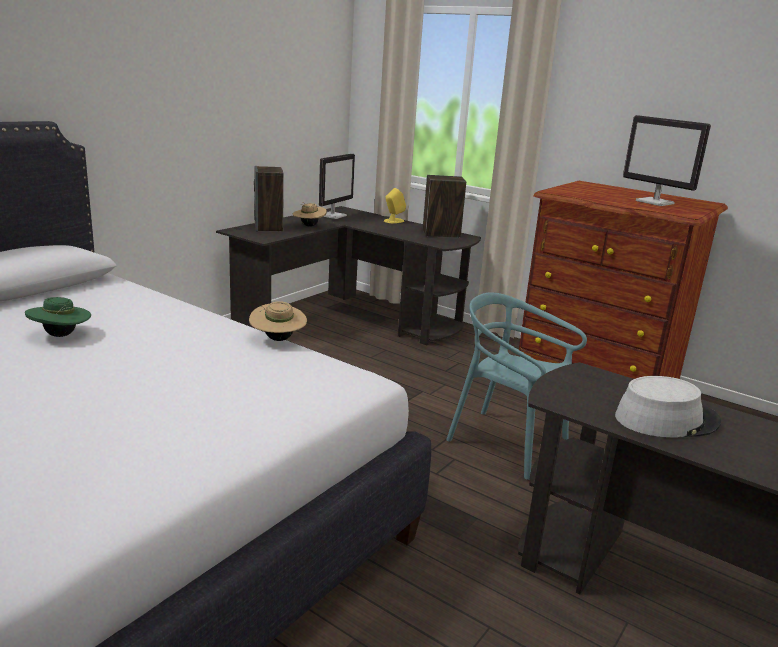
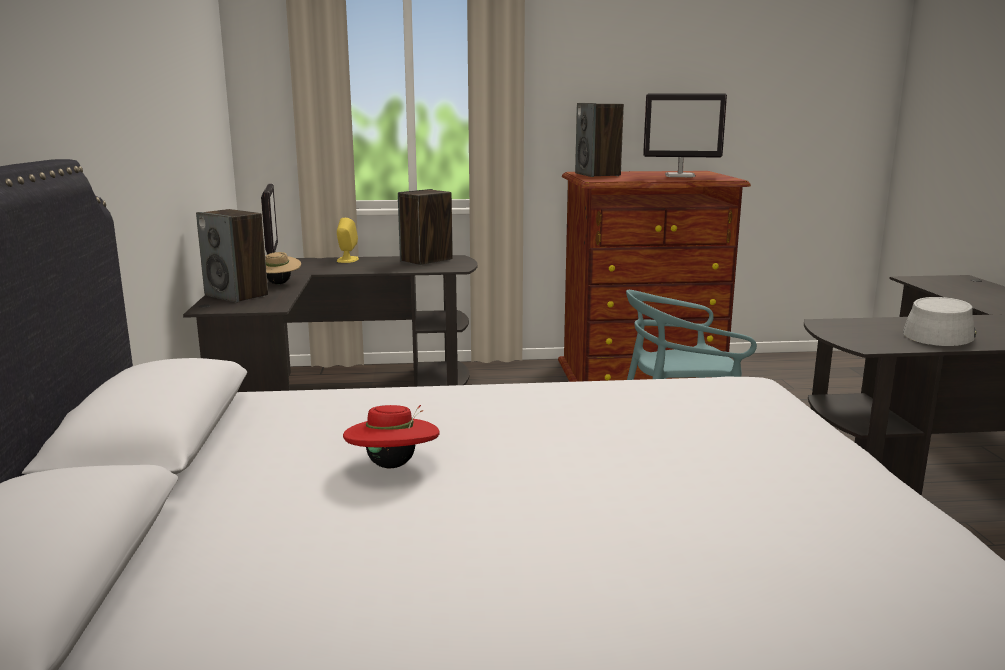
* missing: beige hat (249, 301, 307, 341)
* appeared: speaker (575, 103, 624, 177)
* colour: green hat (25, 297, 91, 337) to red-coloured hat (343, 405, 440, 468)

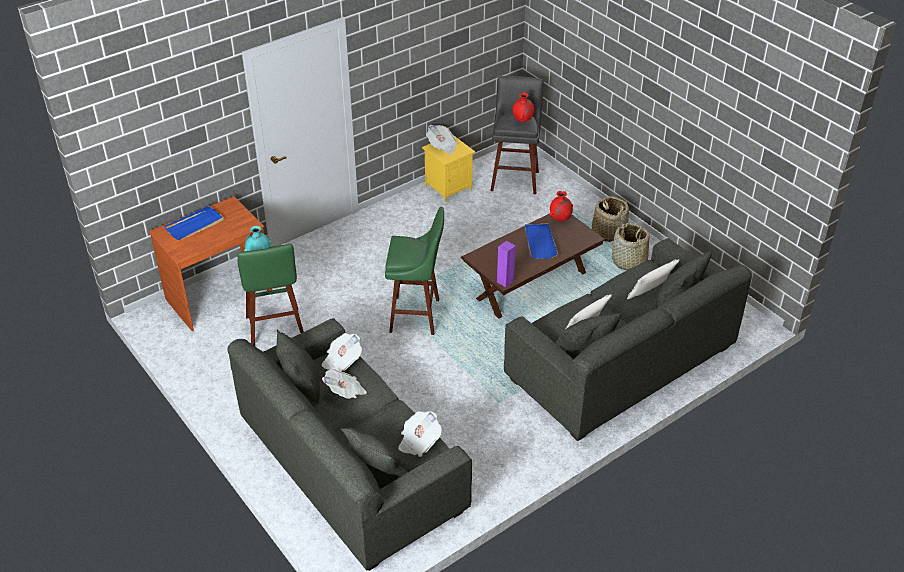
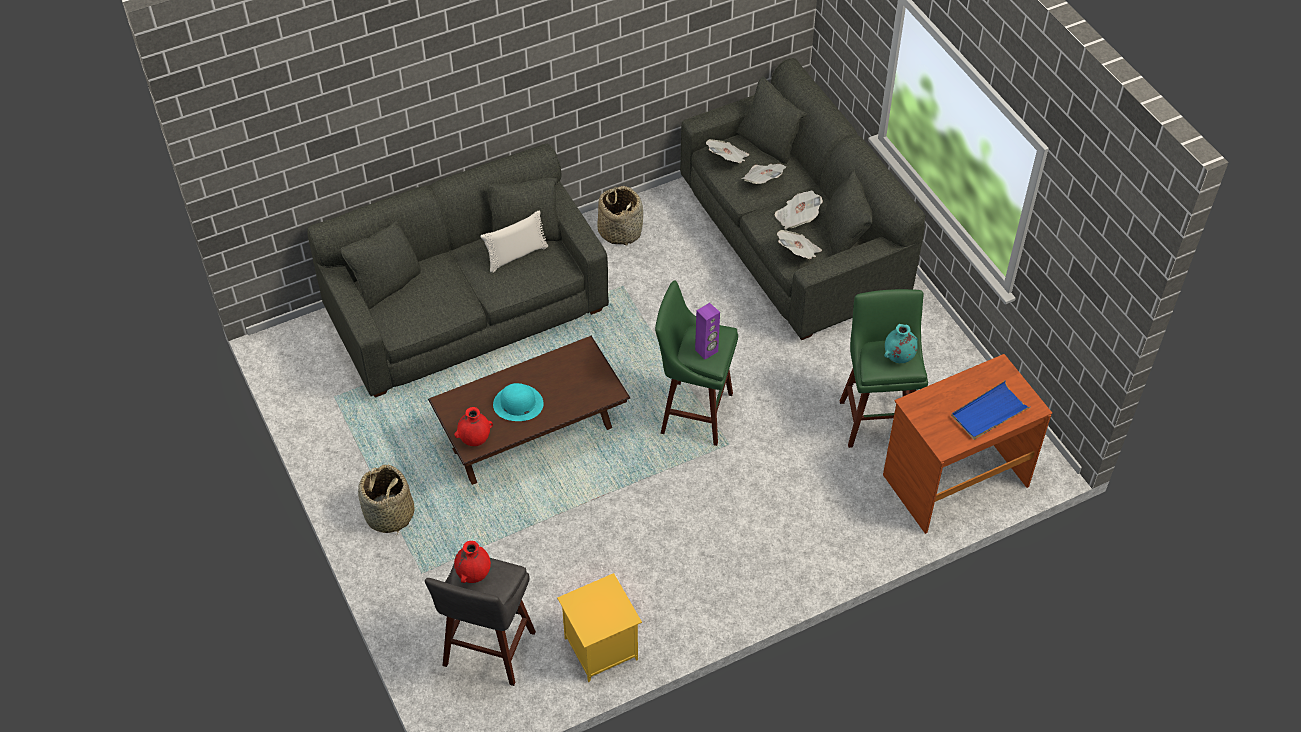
* missing: whitish pillow (627, 259, 679, 299)
* relocated: printed paper (426, 125, 458, 154) to (742, 164, 786, 184)
* relocated: purple-coloured speaker (497, 241, 516, 288) to (695, 303, 720, 360)
* relocated: basket (612, 223, 650, 270) to (597, 186, 643, 245)
* exchanged: blue serving tray (525, 223, 558, 259) to turquoise hat (493, 383, 543, 421)

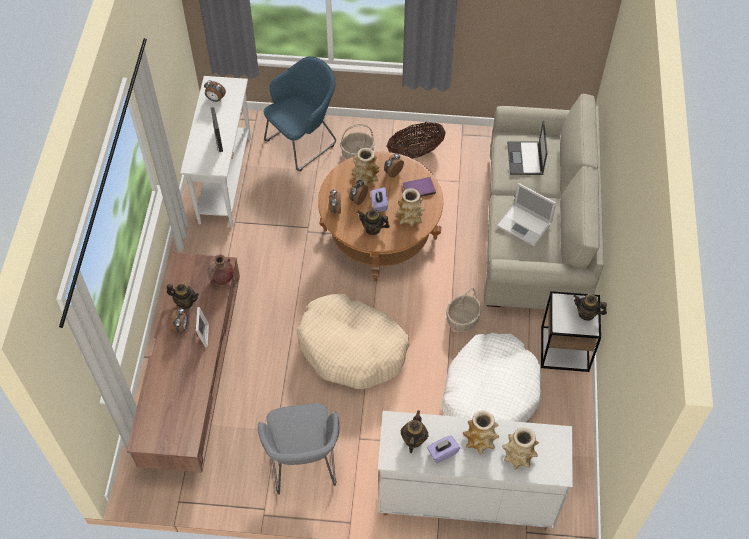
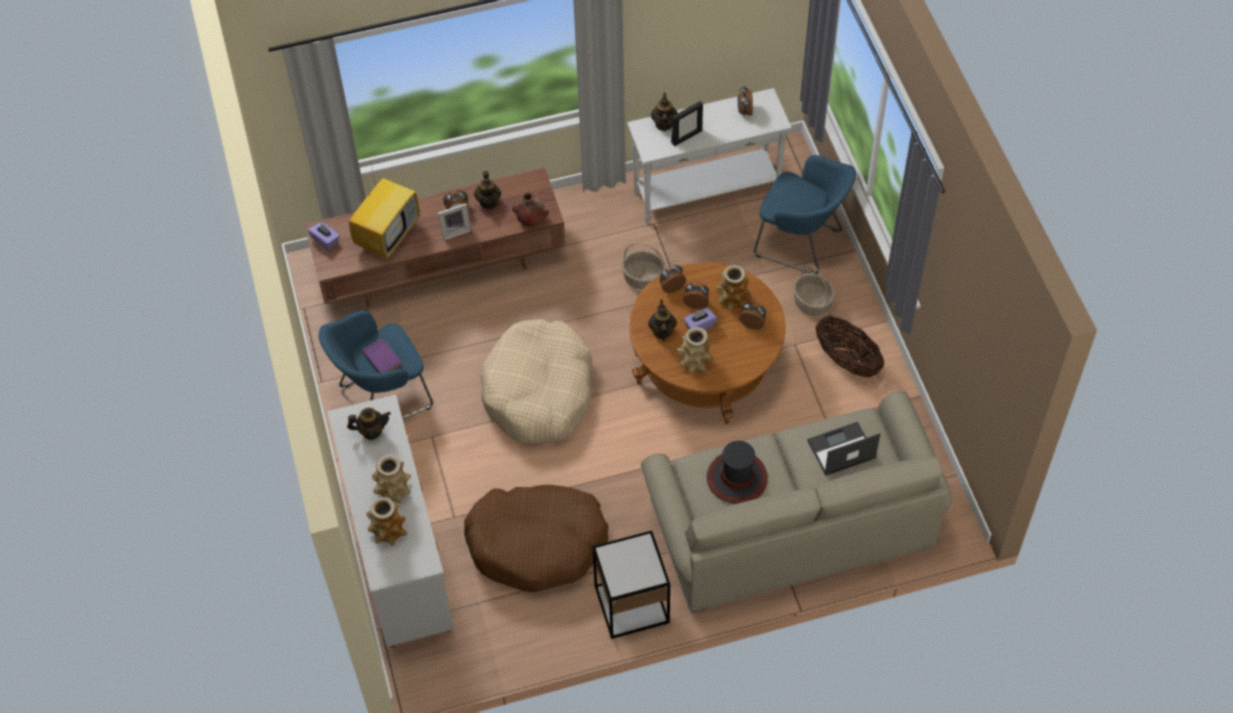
* appeared: TV (349, 160, 420, 259)
* relocated: purple-coloured bound book (403, 177, 436, 197) to (362, 338, 402, 373)
* relocated: purple-coloured tissue box (427, 435, 460, 463) to (308, 222, 340, 250)
* relocated: basket (447, 288, 482, 332) to (622, 243, 666, 290)
* relocated: teapot (573, 294, 607, 321) to (651, 93, 678, 132)
* exchanged: laptop (497, 183, 556, 246) to hat (707, 441, 768, 504)
* colour: grey lounge chair (258, 403, 339, 494) to blue lounge chair (318, 310, 433, 419)
* colour: whitish pet bed (442, 333, 542, 422) to brown pet bed (464, 485, 609, 593)

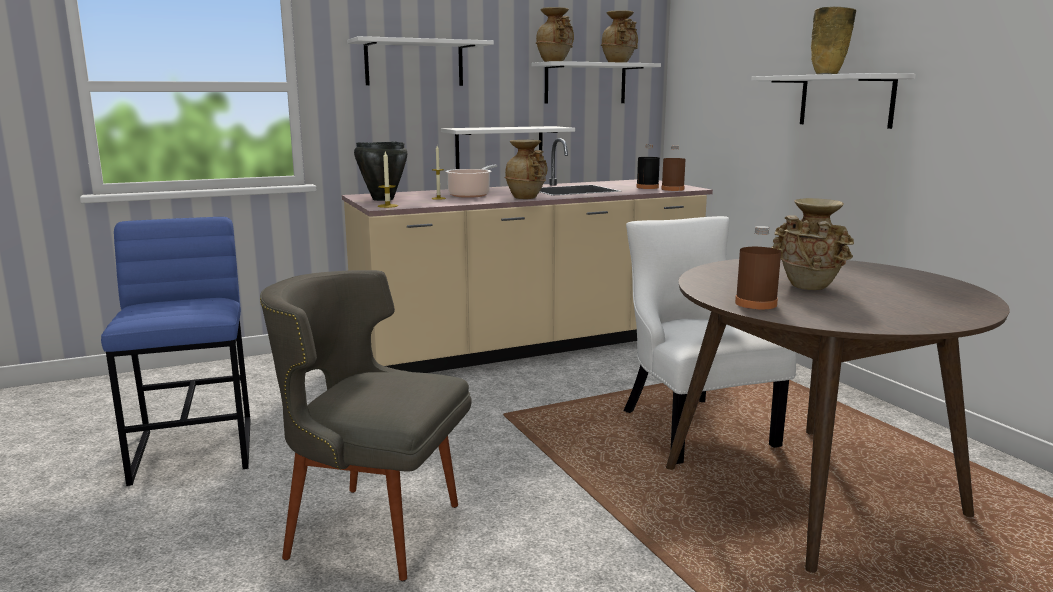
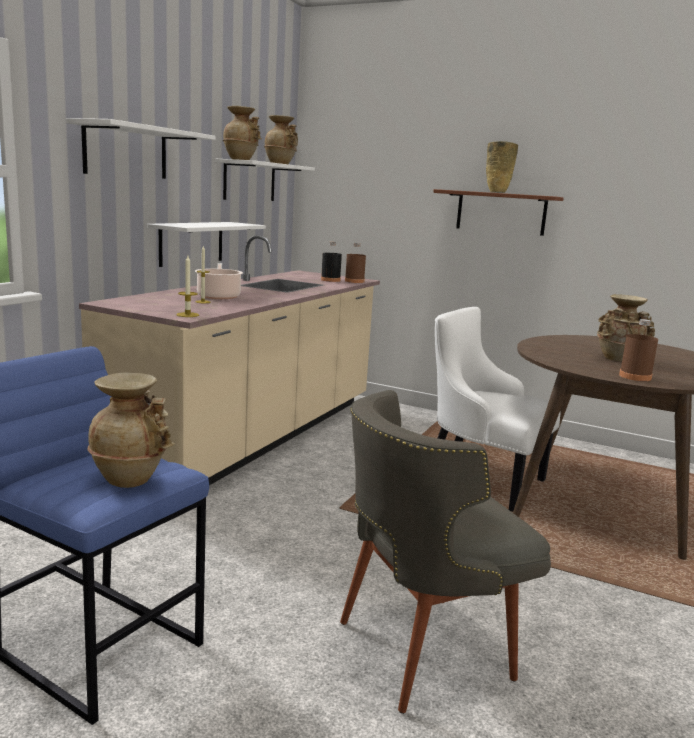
* missing: black cooking pot (354, 141, 408, 201)
* relocated: beige decorative vase (505, 140, 547, 199) to (88, 373, 175, 488)
* colour: whitish bracket shelf (751, 73, 916, 129) to brown bracket shelf (433, 189, 563, 236)

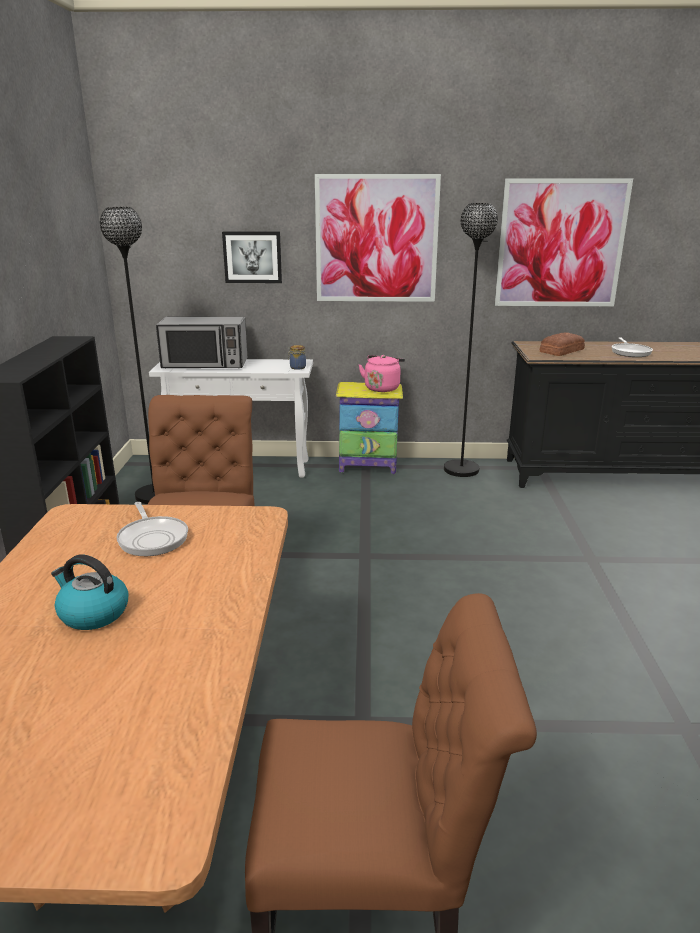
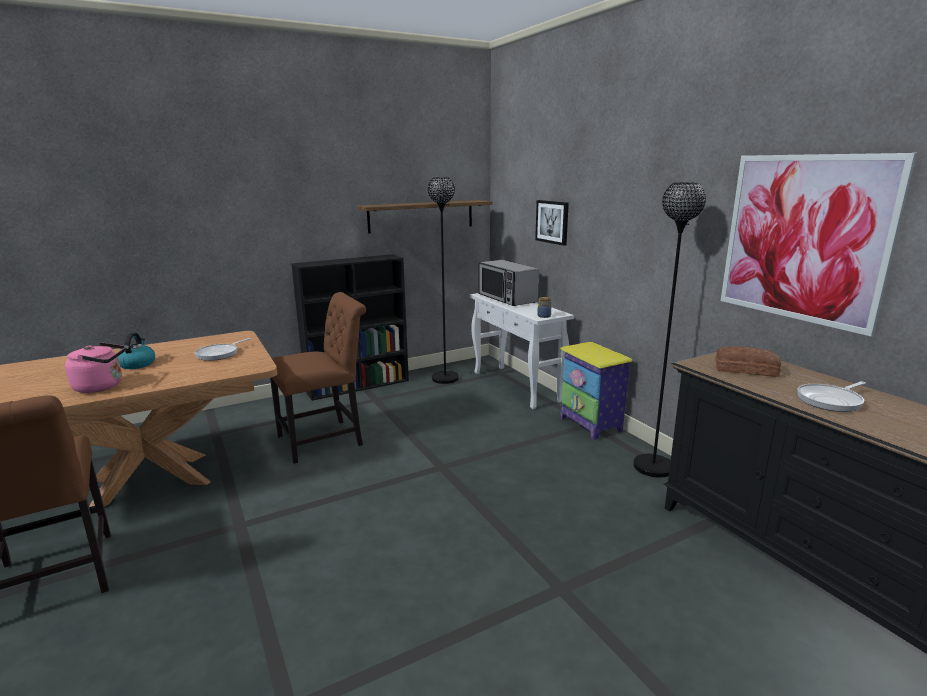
* missing: picture (315, 174, 441, 302)
* appeared: bracket shelf (356, 200, 492, 234)
* relocated: pinkish kettle (359, 355, 405, 392) to (65, 342, 126, 393)

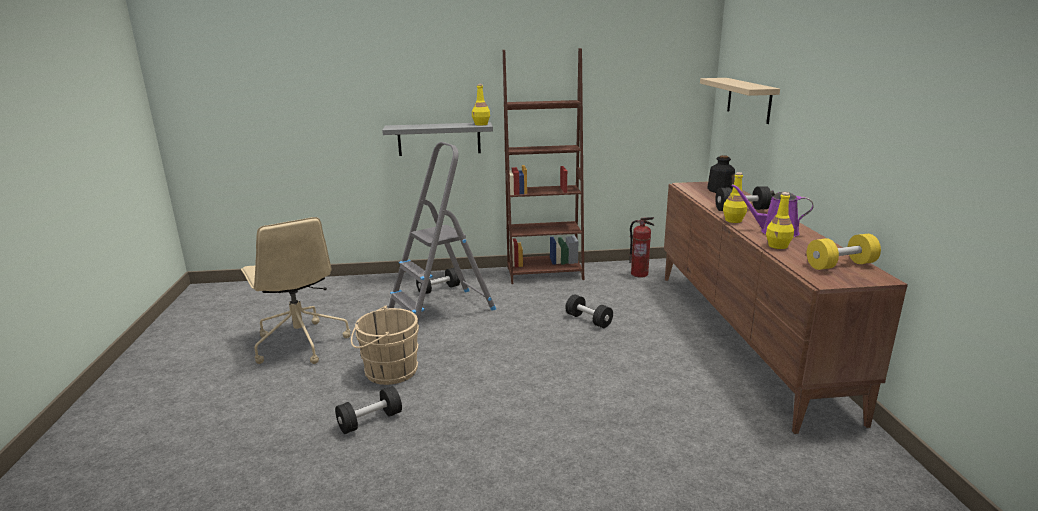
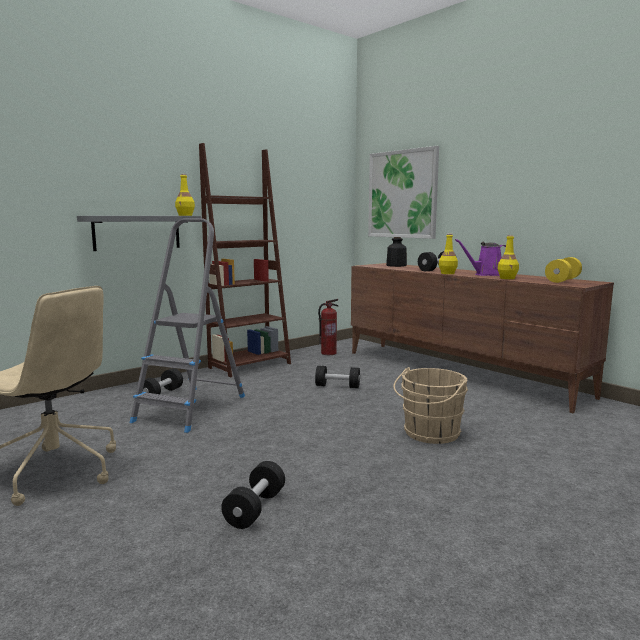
* relocated: beige water bucket (351, 306, 419, 385) to (393, 367, 468, 444)
* exchanged: beige bracket shelf (700, 78, 780, 124) to picture (368, 146, 439, 239)

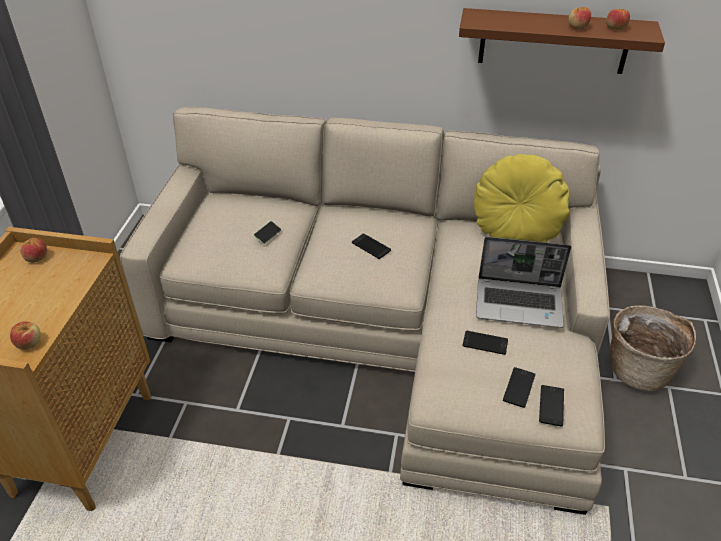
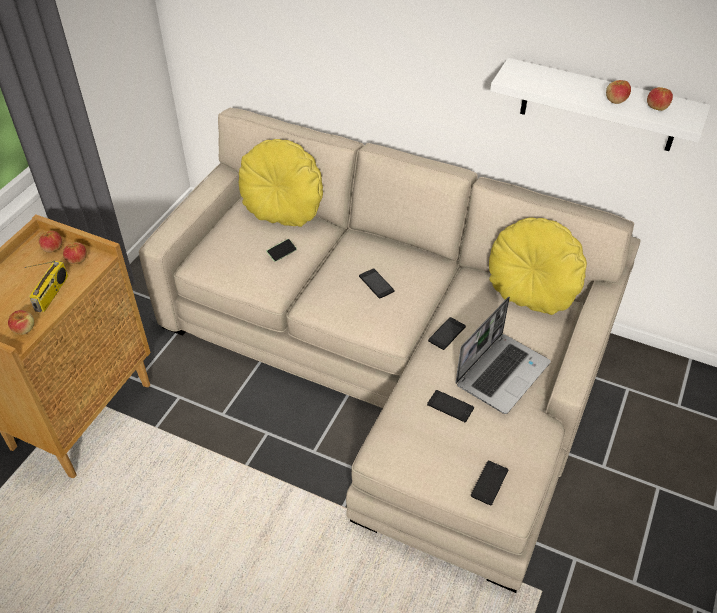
* missing: basket (610, 305, 696, 391)
* appeared: radio receiver (25, 261, 68, 312)
* appeared: apple fruit (63, 242, 87, 264)
* appeared: yellow pillow (239, 139, 323, 227)
* relocated: handset (503, 367, 535, 408) to (428, 317, 466, 350)
* colour: brown bracket shelf (459, 8, 665, 74) to whitish bracket shelf (490, 58, 711, 151)
* spun: laptop (476, 237, 571, 328) = (455, 297, 551, 414) 75 degrees counterclockwise

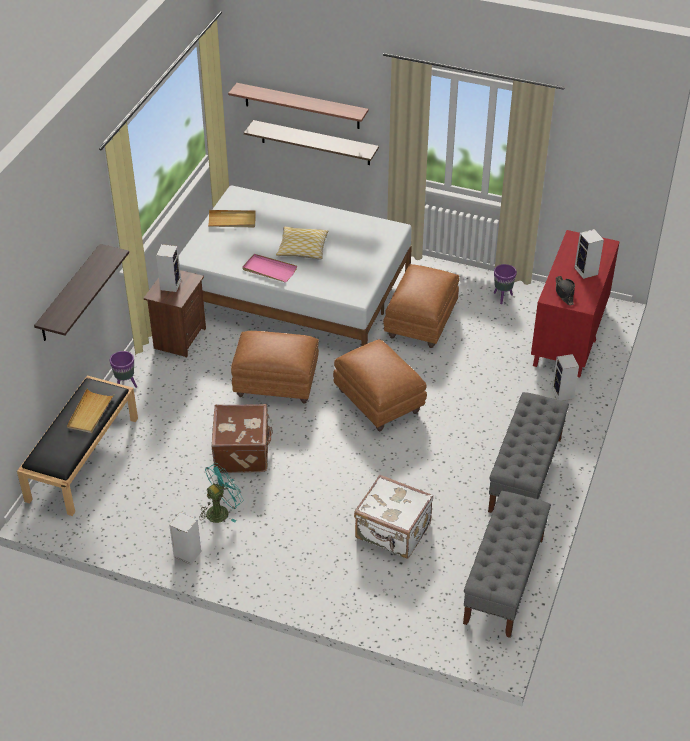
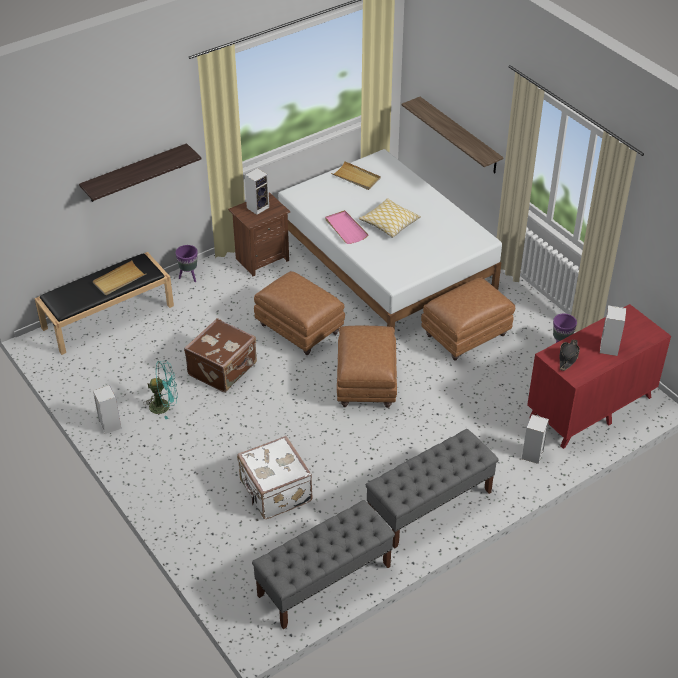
* missing: bracket shelf (228, 83, 369, 129)

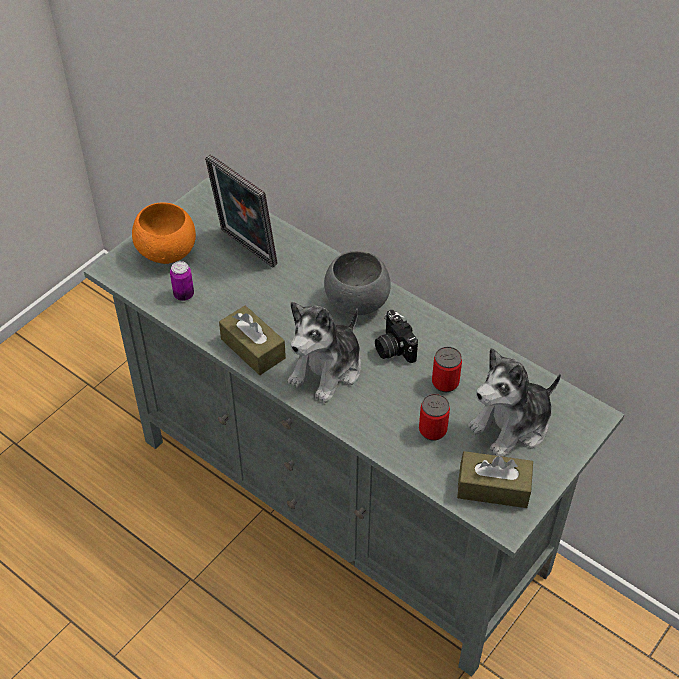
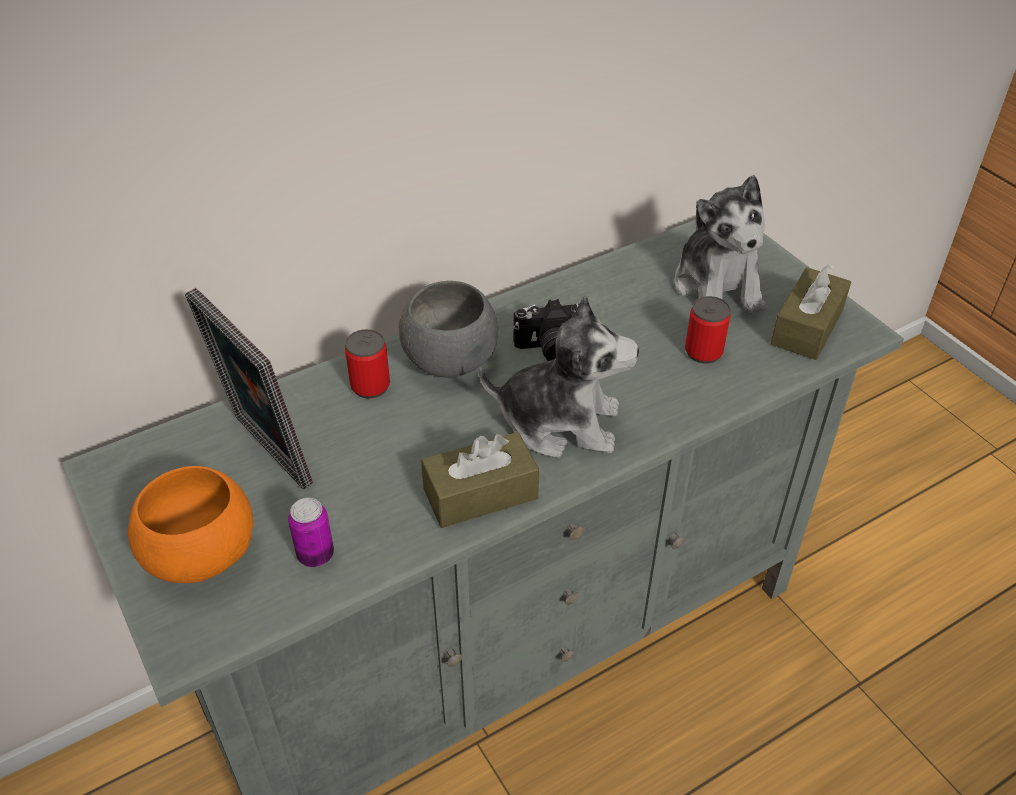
* relocated: can (432, 347, 462, 392) to (345, 329, 390, 398)
* spun: picture frame (205, 154, 278, 268) = (185, 288, 313, 489) 75 degrees clockwise
* spun: plush toy (288, 302, 361, 403) = (479, 296, 639, 458) 45 degrees counterclockwise

